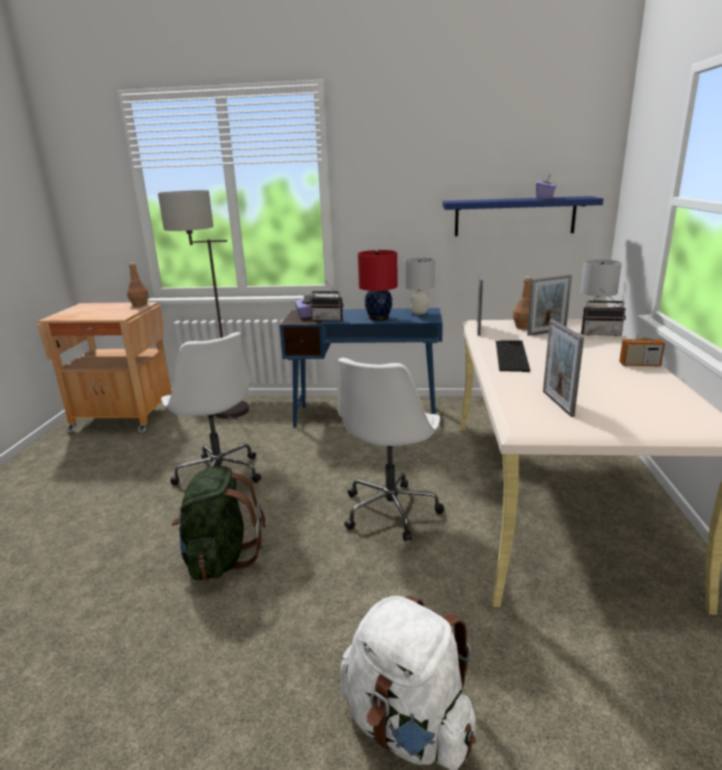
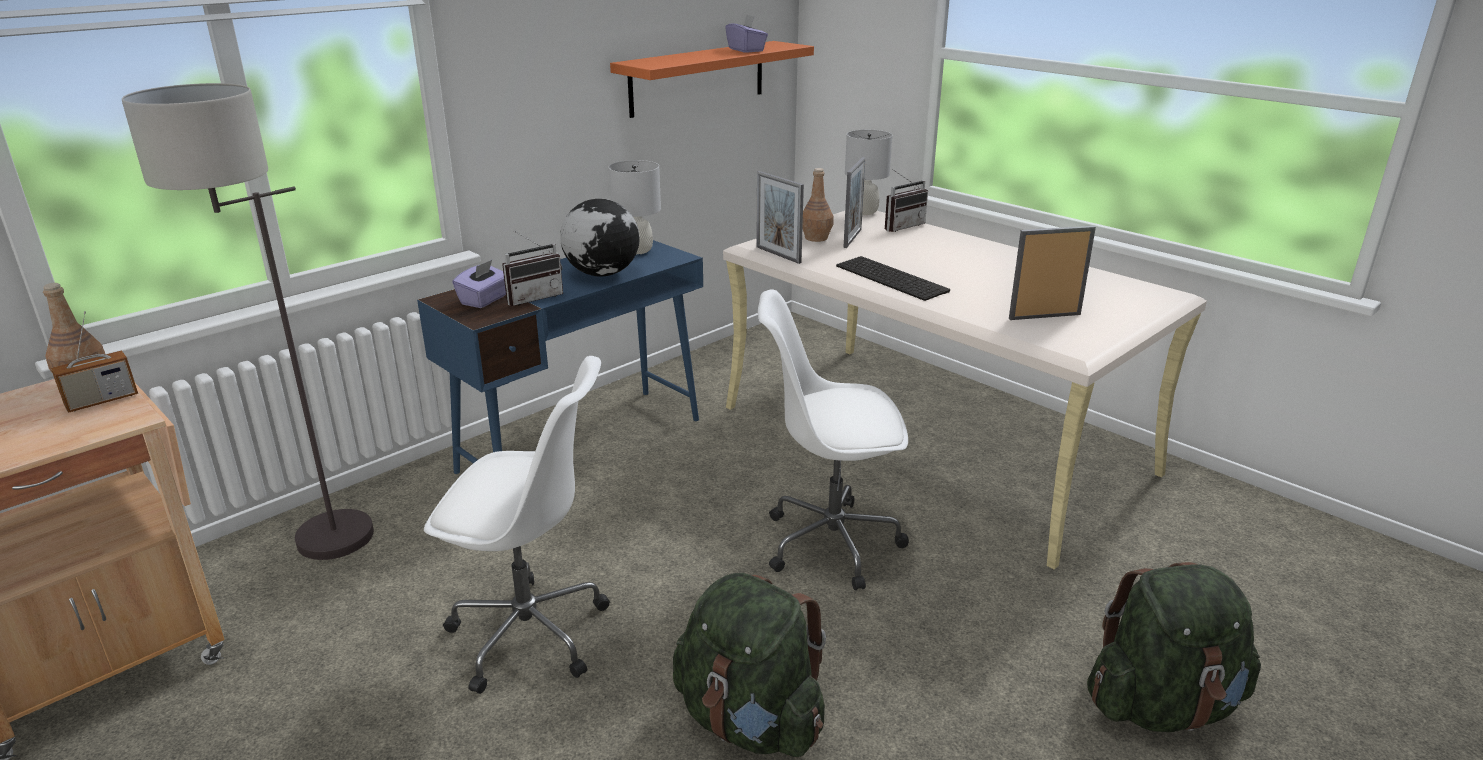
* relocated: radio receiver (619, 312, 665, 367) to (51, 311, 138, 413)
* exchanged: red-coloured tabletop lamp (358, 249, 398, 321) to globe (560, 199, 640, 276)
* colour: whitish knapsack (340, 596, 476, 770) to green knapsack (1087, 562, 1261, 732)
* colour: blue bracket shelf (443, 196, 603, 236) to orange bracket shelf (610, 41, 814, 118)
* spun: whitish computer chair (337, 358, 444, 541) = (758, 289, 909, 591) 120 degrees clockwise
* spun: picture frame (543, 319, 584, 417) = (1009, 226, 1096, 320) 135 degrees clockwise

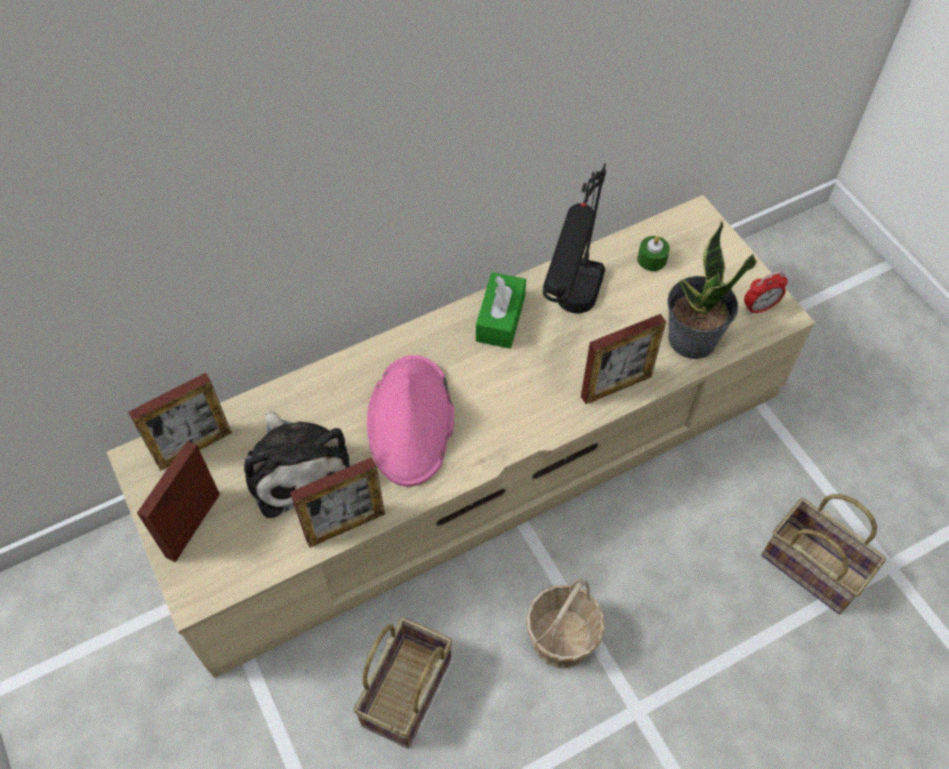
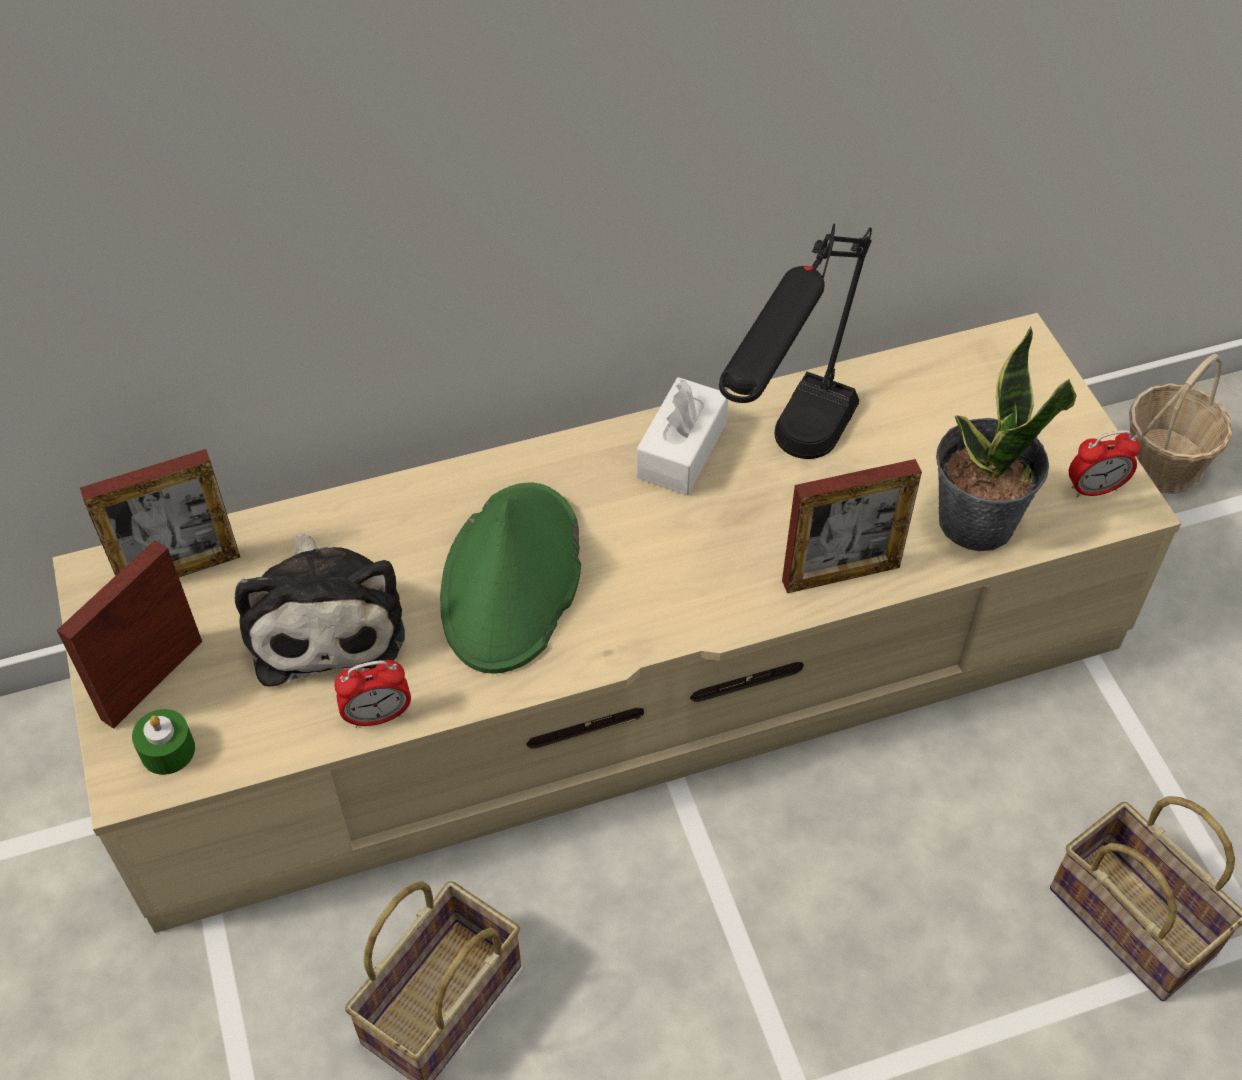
* relocated: basket (526, 578, 605, 668) to (1129, 354, 1232, 494)
* relocated: green wax light (638, 236, 670, 271) to (132, 709, 195, 775)
* exchanged: picture frame (290, 457, 385, 548) to alarm clock (334, 660, 411, 728)
* colour: pinkish hat (367, 355, 454, 487) to green hat (440, 482, 581, 673)
* colour: green tissue box (476, 272, 526, 349) to whitish tissue box (636, 377, 728, 495)

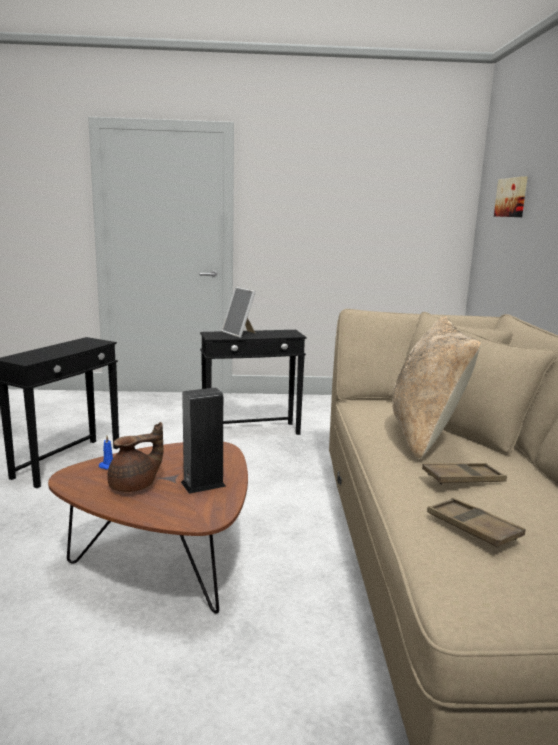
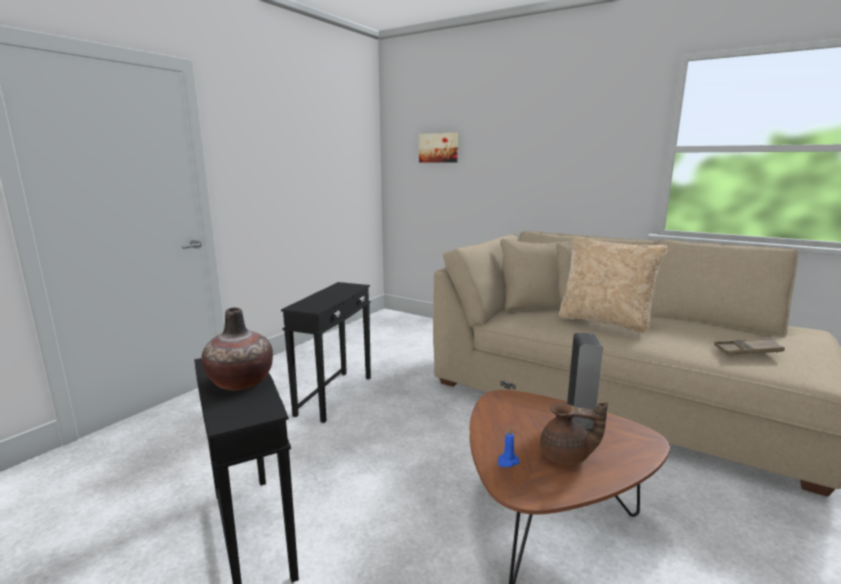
* missing: picture frame (221, 287, 256, 338)
* missing: brown serving tray (422, 463, 507, 485)
* appeared: decorative vase (201, 308, 273, 391)
* spun: brown teapot (107, 422, 163, 492) = (540, 402, 608, 465) 105 degrees clockwise

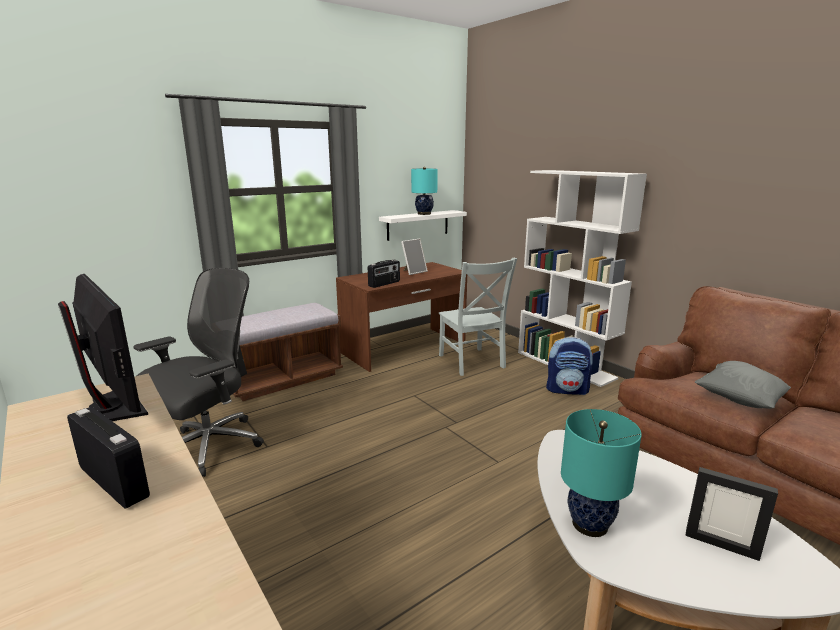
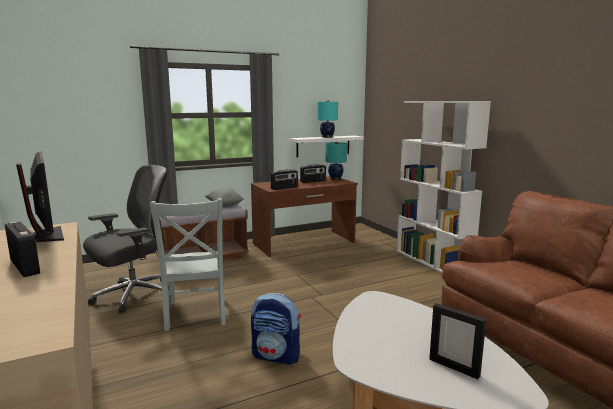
* relocated: grey chair (439, 258, 517, 376) to (150, 198, 226, 331)
* relocated: knapsack (546, 337, 593, 395) to (251, 293, 301, 365)
* relocated: turquoise tabletop lamp (561, 409, 642, 537) to (325, 141, 347, 180)
* relocated: grey pillow (695, 361, 791, 409) to (205, 188, 244, 207)
* exchanged: picture frame (401, 239, 428, 275) to radio receiver (300, 164, 326, 183)

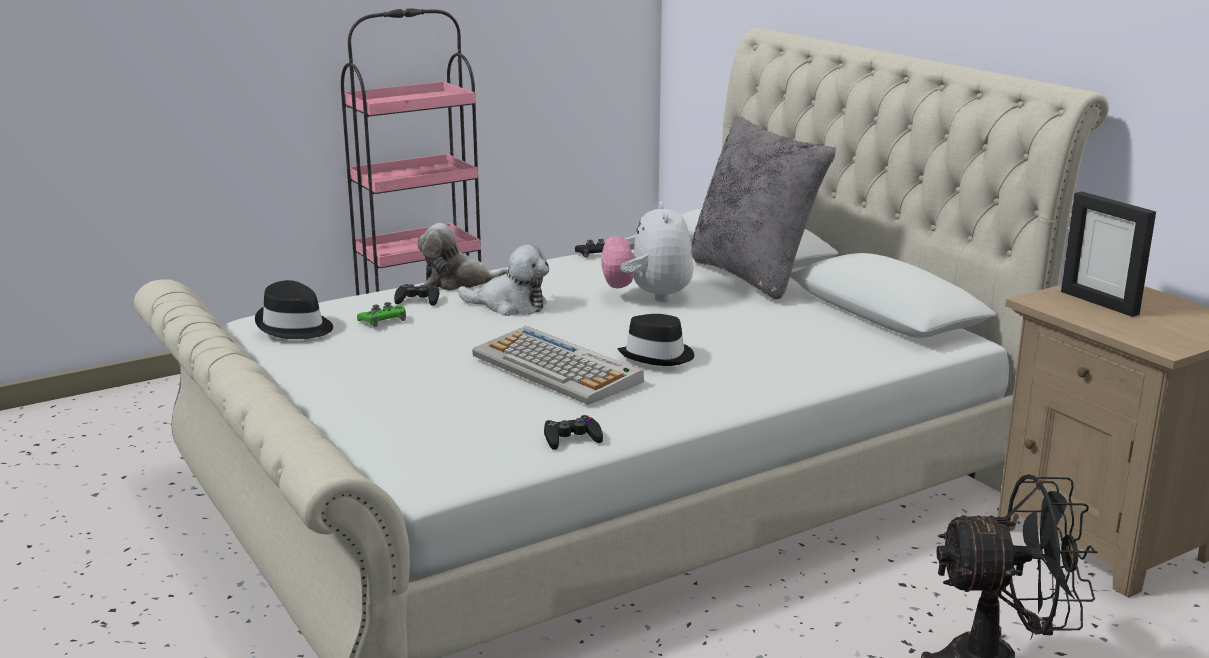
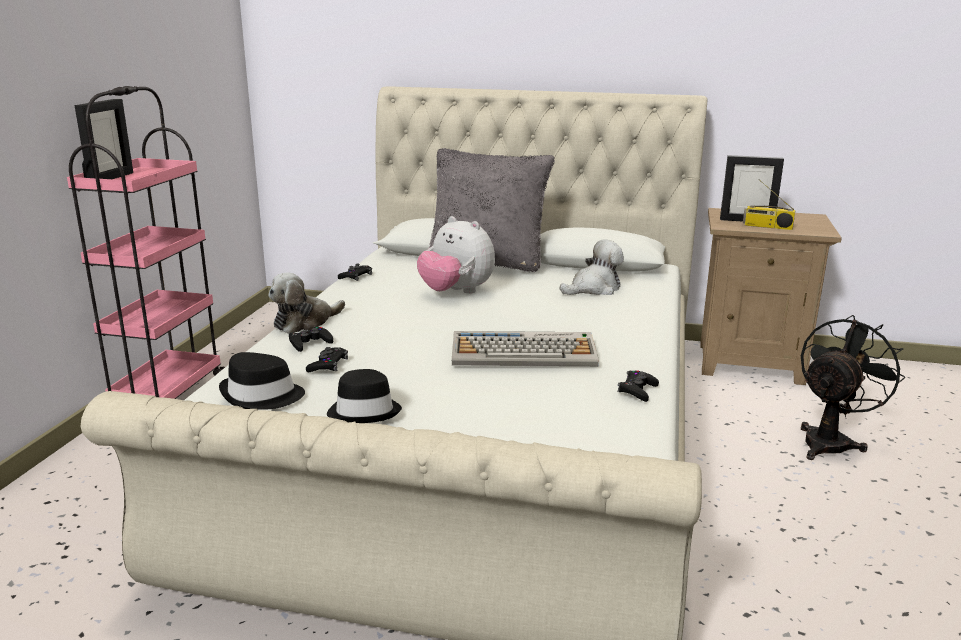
* appeared: picture frame (75, 99, 133, 179)
* appeared: radio receiver (743, 181, 796, 230)
* relocated: plush toy (458, 244, 549, 316) to (560, 240, 624, 295)
* relocated: black hat (617, 314, 694, 366) to (327, 369, 402, 423)
* colour: green game controller (357, 302, 406, 327) to black game controller (306, 347, 348, 372)

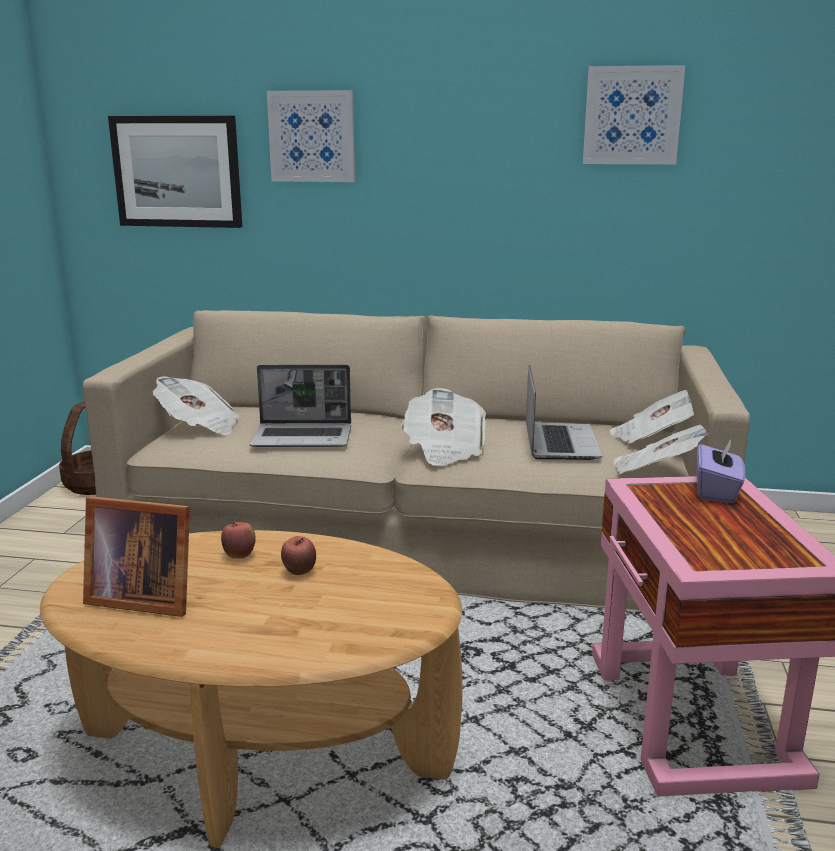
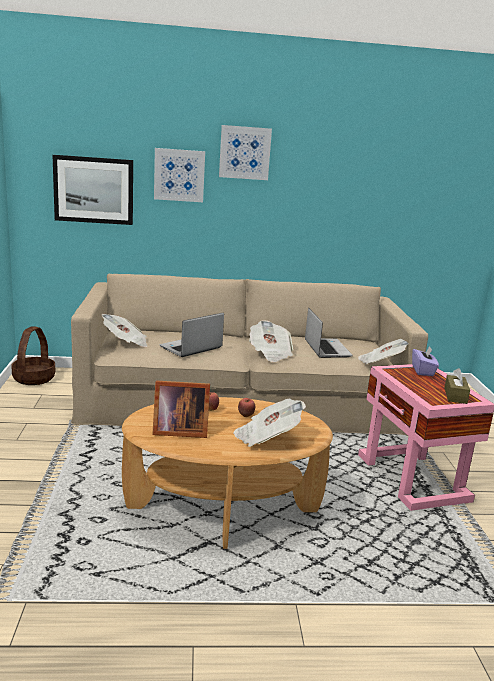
* appeared: brown tissue box (444, 368, 470, 404)
* relocated: picture (583, 65, 685, 165) to (219, 125, 272, 180)
* relocated: printed paper (609, 390, 694, 443) to (233, 398, 306, 447)
* spun: laptop (249, 365, 351, 447) = (159, 313, 224, 357) 150 degrees clockwise

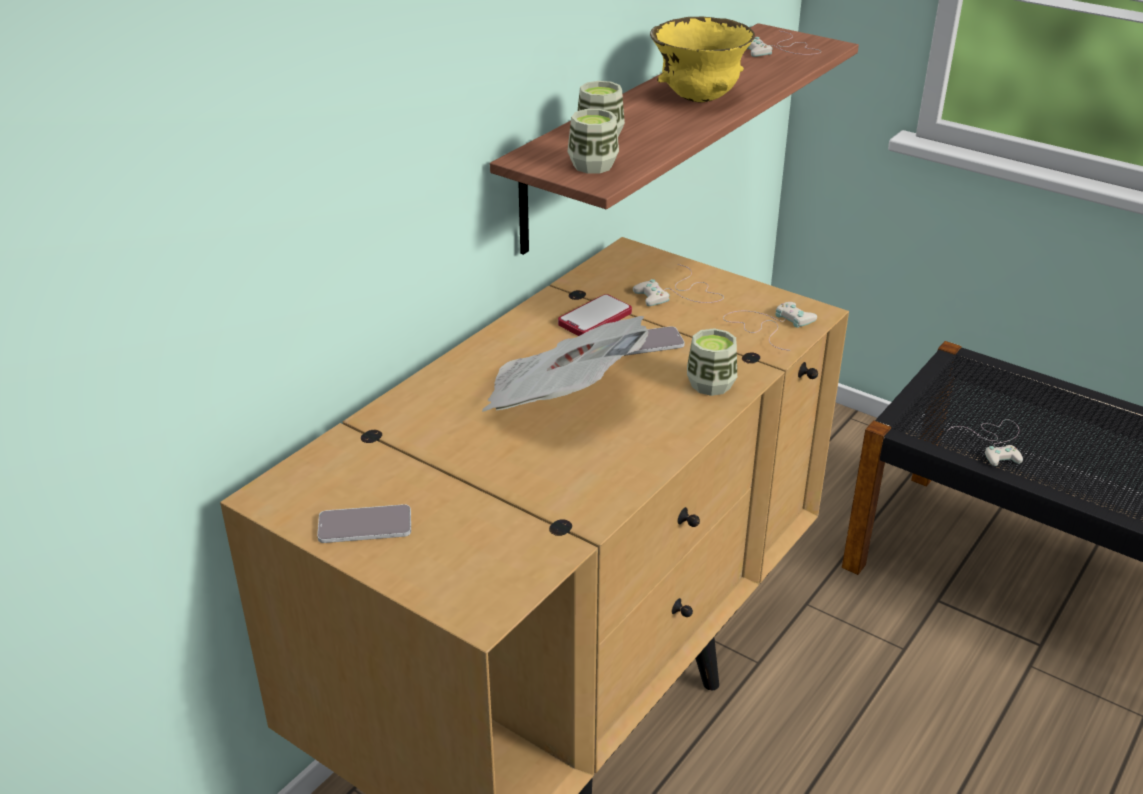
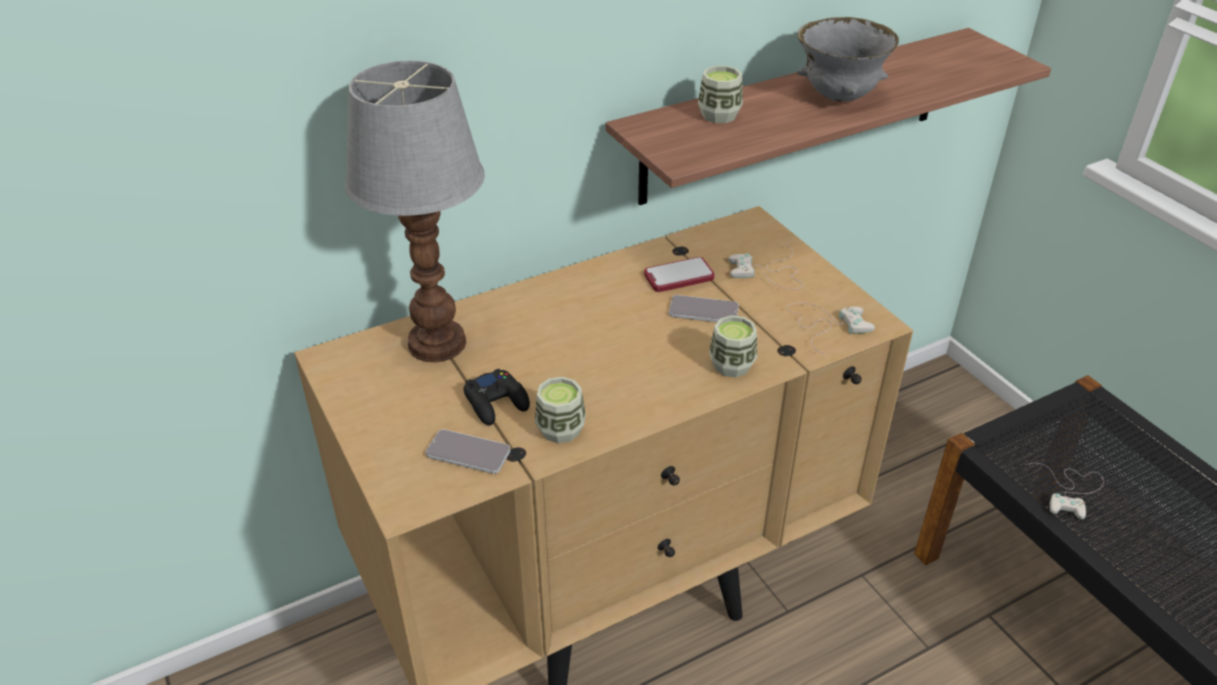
* missing: printed paper (482, 316, 649, 412)
* missing: whitish game controller (747, 31, 821, 57)
* appeared: tabletop lamp (345, 61, 485, 362)
* appeared: black game controller (463, 369, 530, 425)
* relocated: handset (317, 504, 411, 543) to (426, 429, 511, 474)
* relocated: cup (567, 109, 619, 174) to (535, 377, 586, 443)
* colour: yellow deep dish (650, 17, 755, 103) to grey deep dish (797, 17, 899, 102)

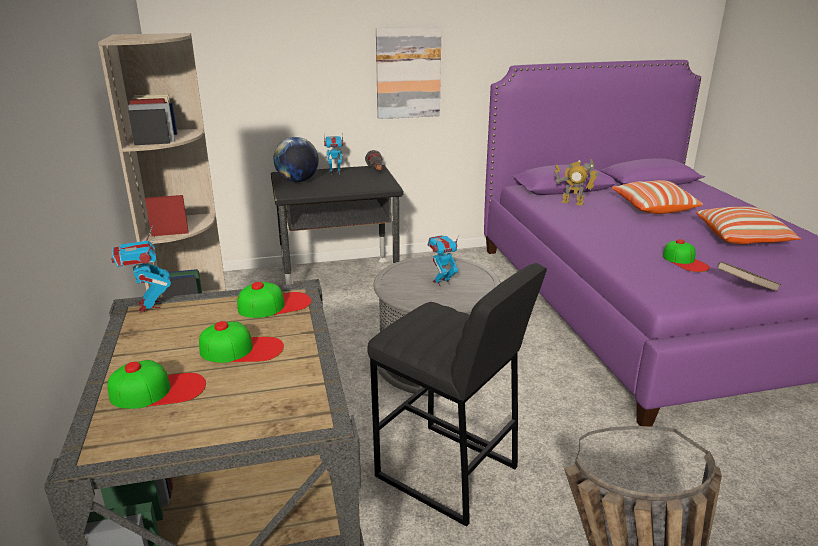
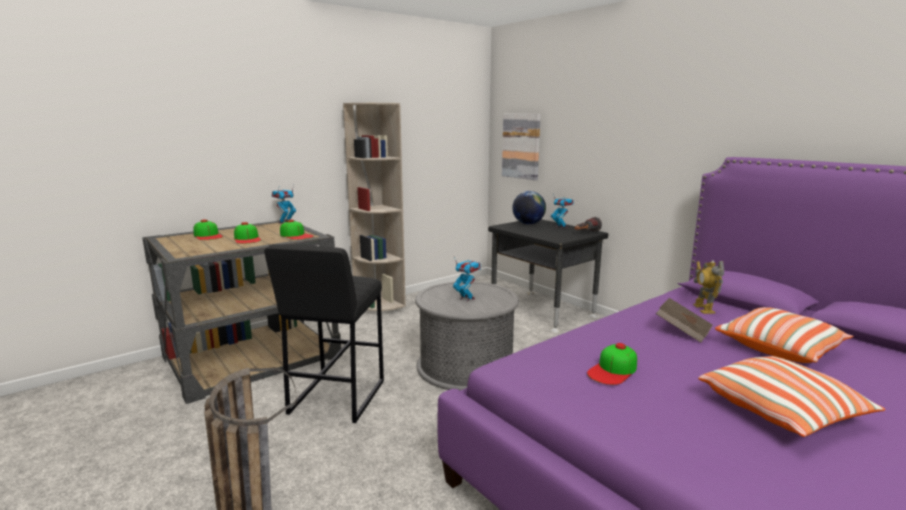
* relocated: picture (376, 27, 442, 119) to (502, 114, 541, 180)
* relocated: brown bound book (717, 262, 781, 292) to (656, 298, 713, 343)

